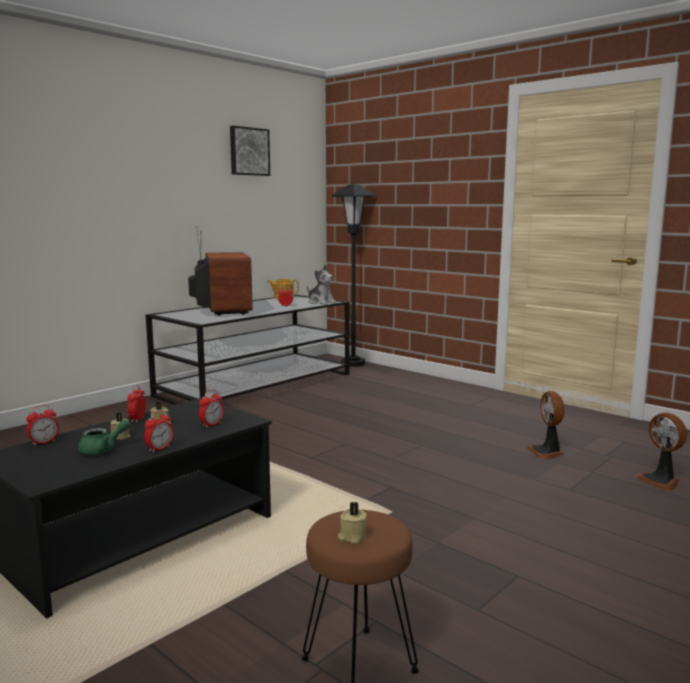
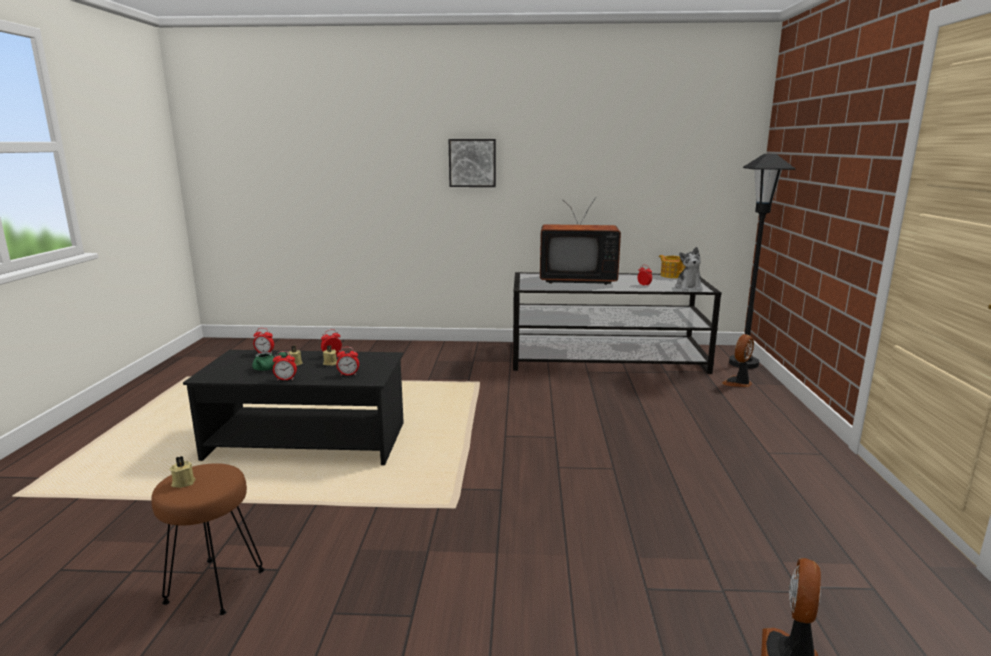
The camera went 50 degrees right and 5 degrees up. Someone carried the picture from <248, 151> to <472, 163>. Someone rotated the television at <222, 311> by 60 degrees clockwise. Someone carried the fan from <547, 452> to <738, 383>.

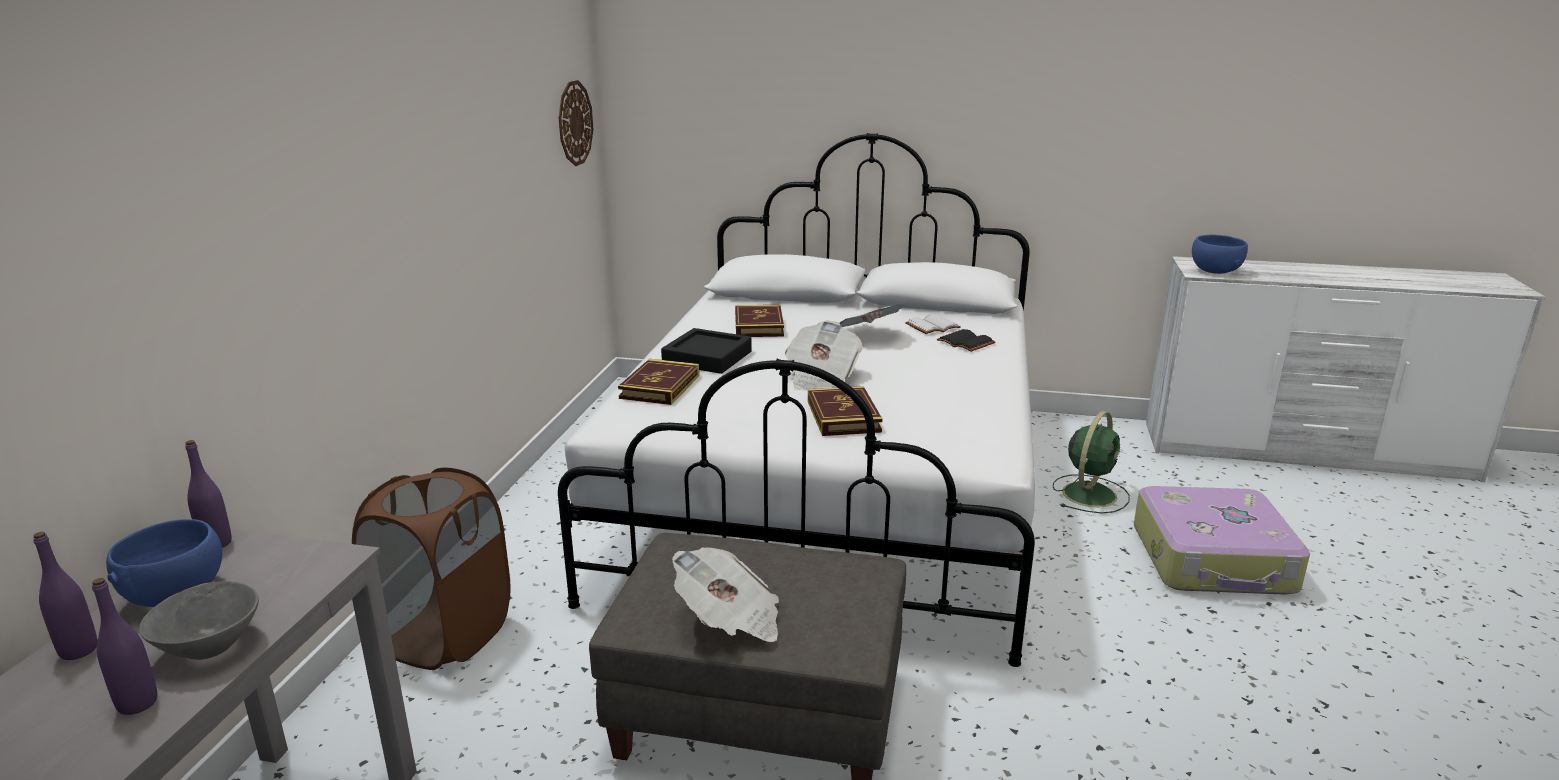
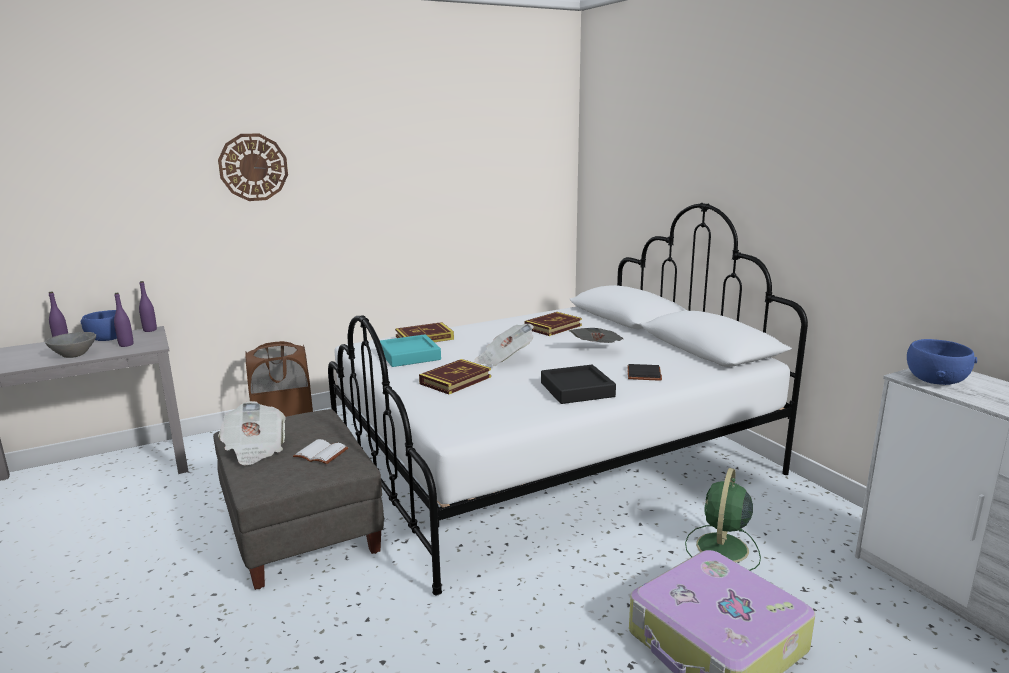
The camera went 50 degrees right and 5 degrees down. Someone carried the wall clock from <574, 123> to <253, 167>. Someone carried the white book from <932, 327> to <319, 454>. Someone carried the black tray from <707, 357> to <577, 390>. Someone rotated the green fan at <1090, 493> by 120 degrees clockwise. Someone carried the purple bottle from <137, 703> to <126, 345>. Someone put down the turquoise tray at <409, 356>.

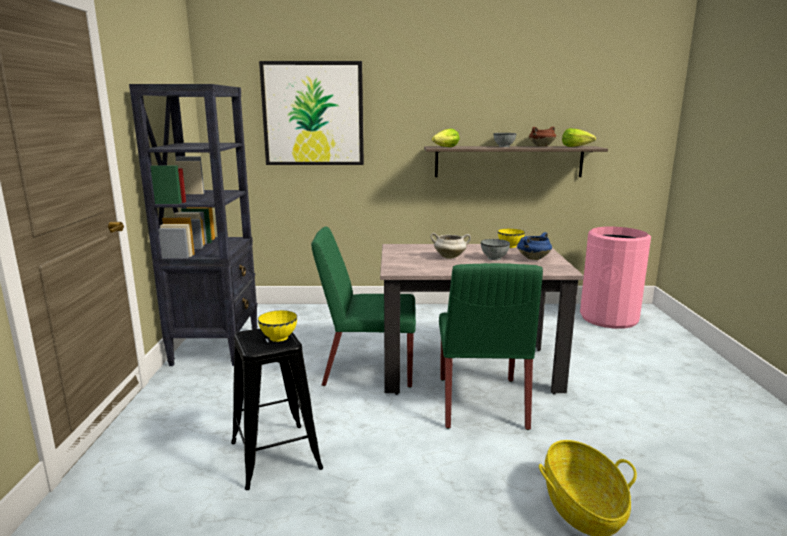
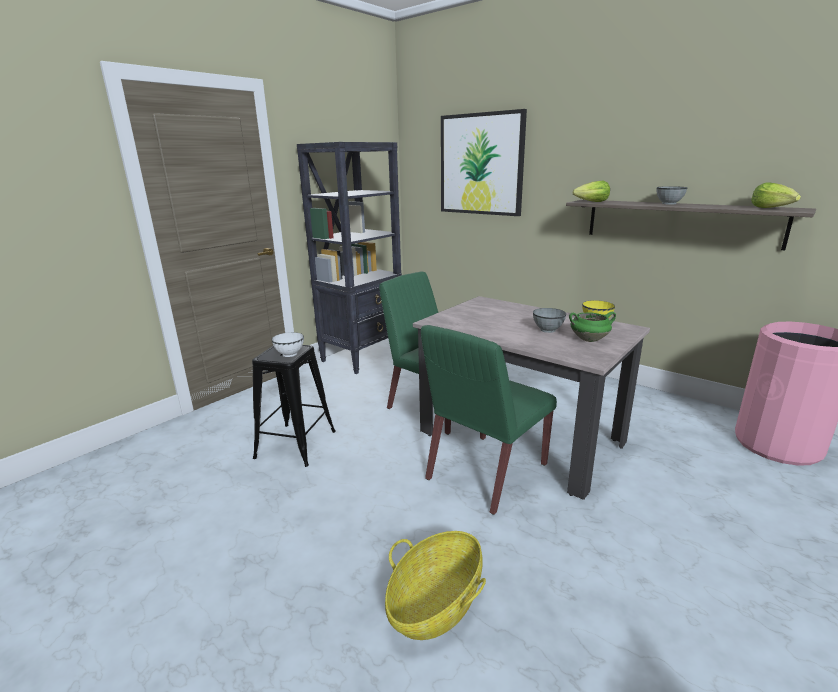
The camera went 40 degrees right and 5 degrees up. Someone took away the brown cooking pot at <541, 146>. Someone repainted the blue cooking pot at <533, 258>, which became the green cooking pot at <589, 339>. Someone took away the white cooking pot at <450, 257>. Someone repainted the yellow bowl at <279, 338>, which became the white bowl at <290, 354>.

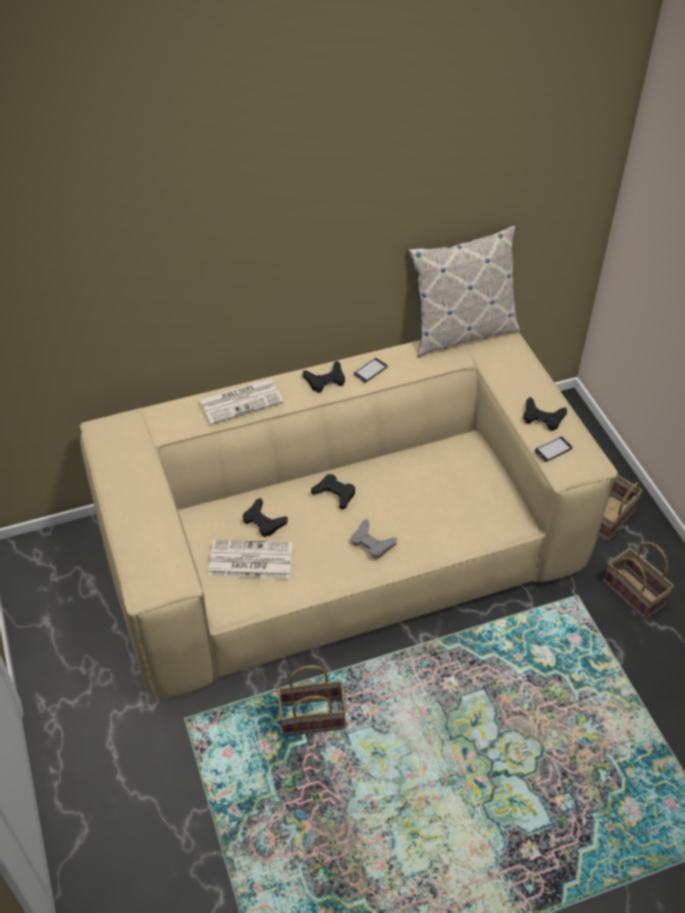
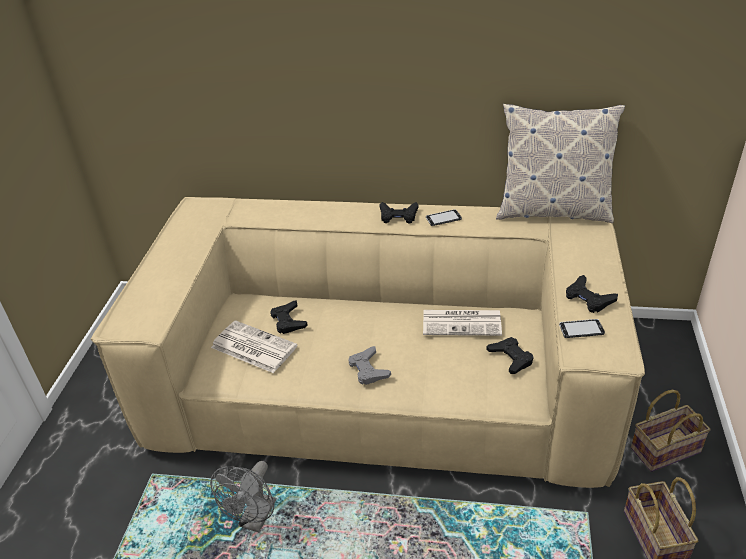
The camera went 30 degrees right and 10 degrees down. Someone carried the newspaper from <241, 401> to <462, 322>. Someone carried the black game controller from <334, 494> to <510, 358>. Someone swapped the basket at <313, 716> for the grey fan at <255, 520>.

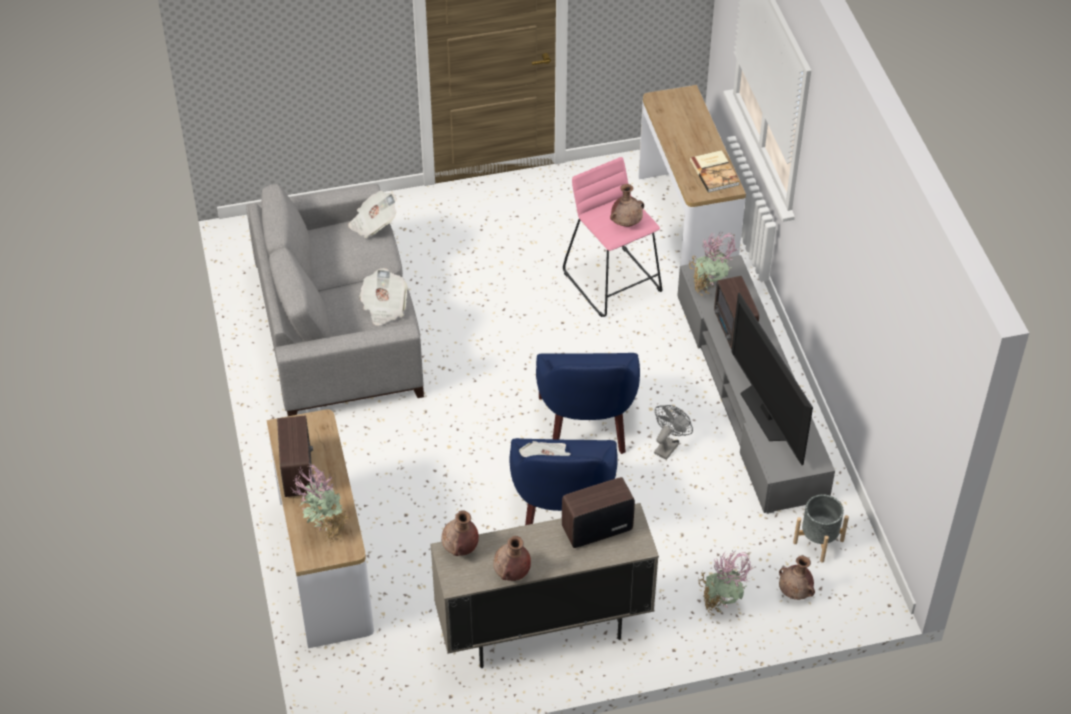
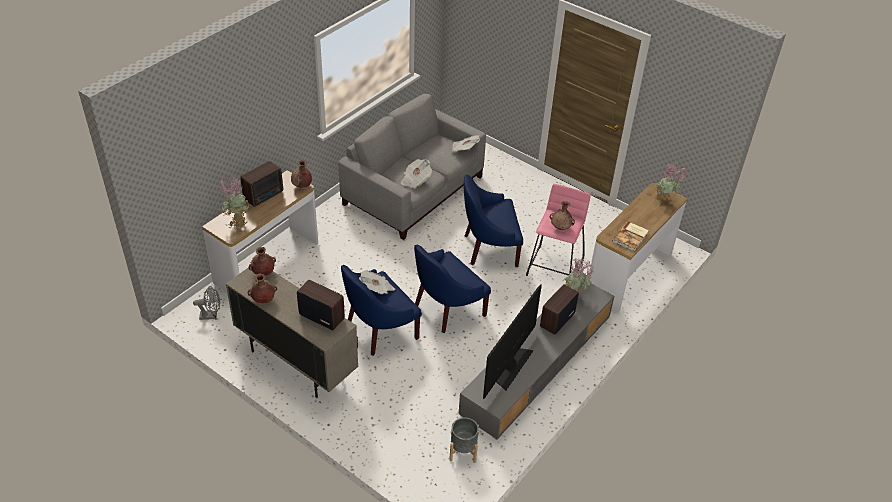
The camera went 50 degrees right and 5 degrees down. Someone carried the grey fan from <668, 445> to <211, 315>. Someone carried the potted plant from <722, 605> to <665, 202>. Someone carried the brown vase from <795, 593> to <302, 186>. Someone put down the blue armchair at <489, 248>.

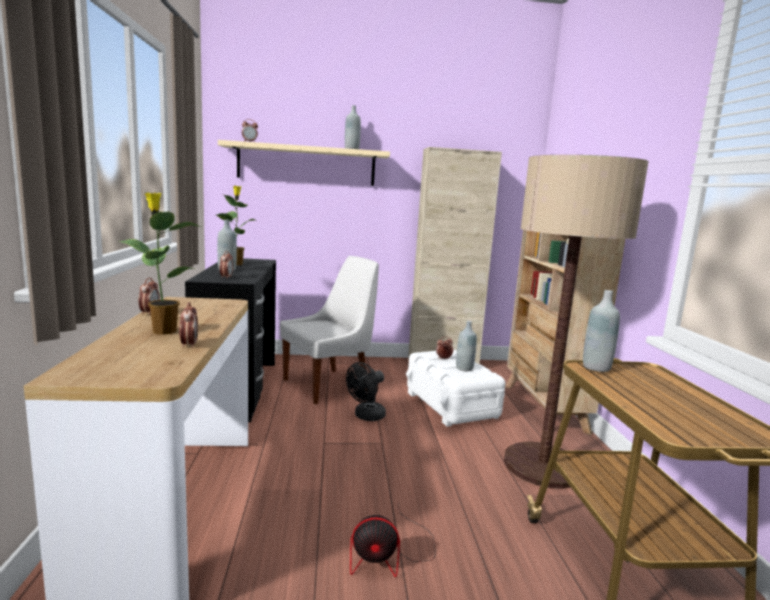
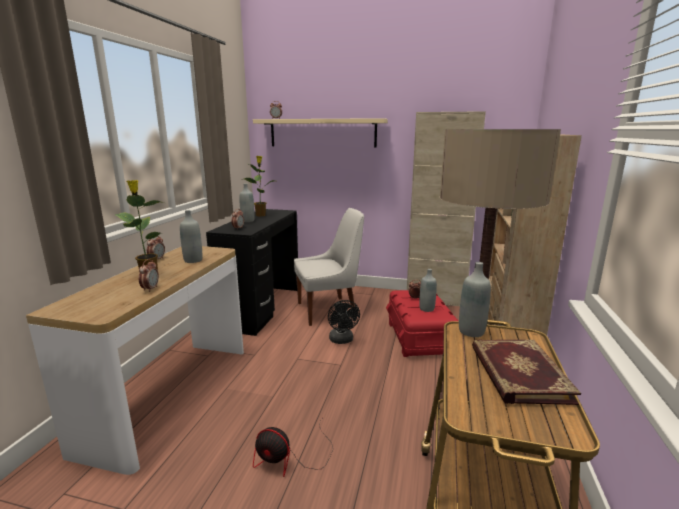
The camera went 20 degrees right and 5 degrees up. Someone carried the grey bottle from <351, 149> to <193, 260>. Someone repainted the white storage box at <451, 405>, which became the red storage box at <420, 337>. Someone rotated the black fan at <366, 416> by 75 degrees counterclockwise. Someone put down the book at <517, 373>.

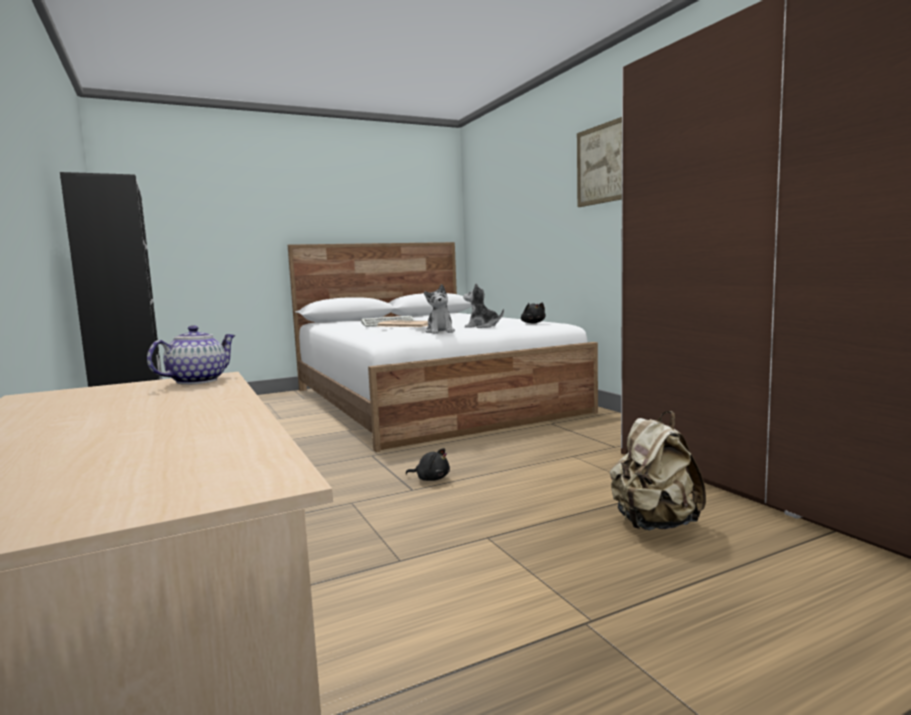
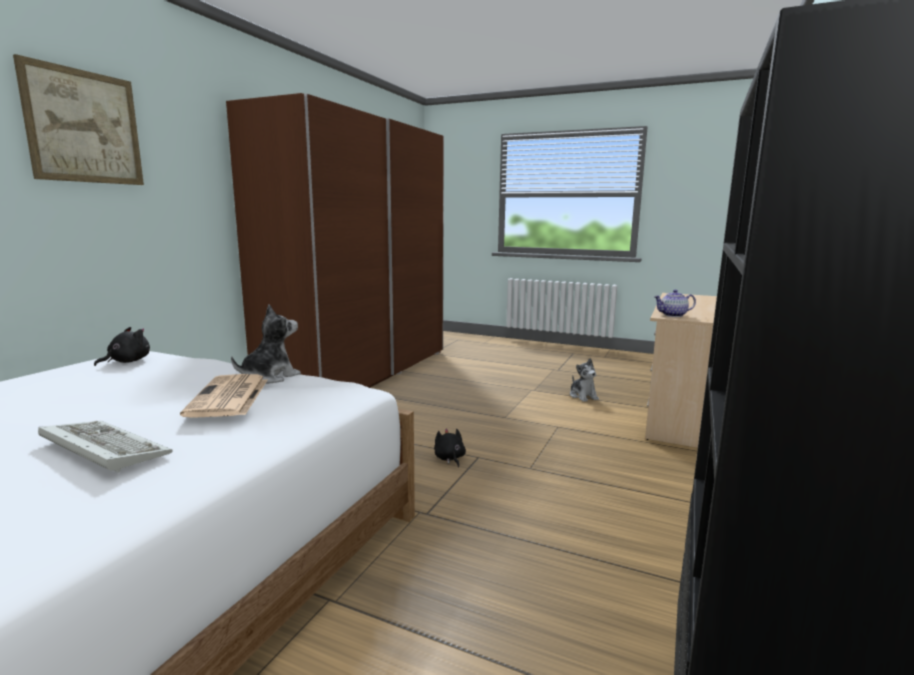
The camera went 130 degrees left and 5 degrees up. Someone carried the plush toy from <482, 326> to <583, 396>. Someone took away the beige backpack at <654, 524>.

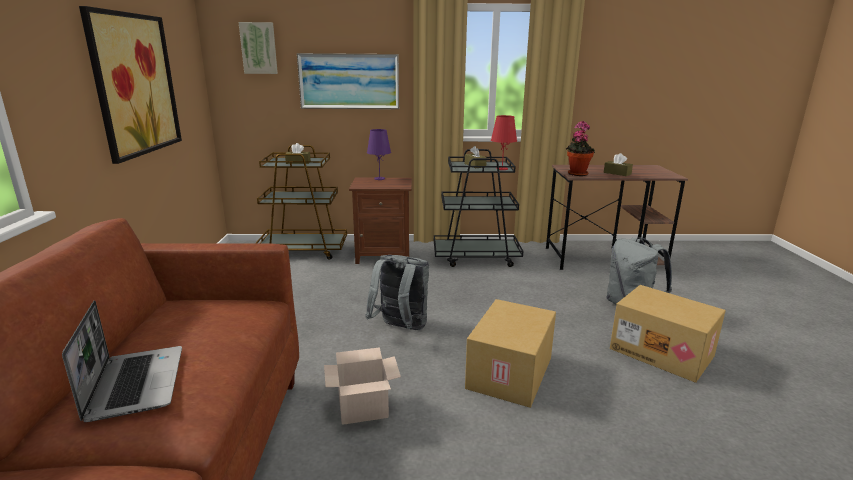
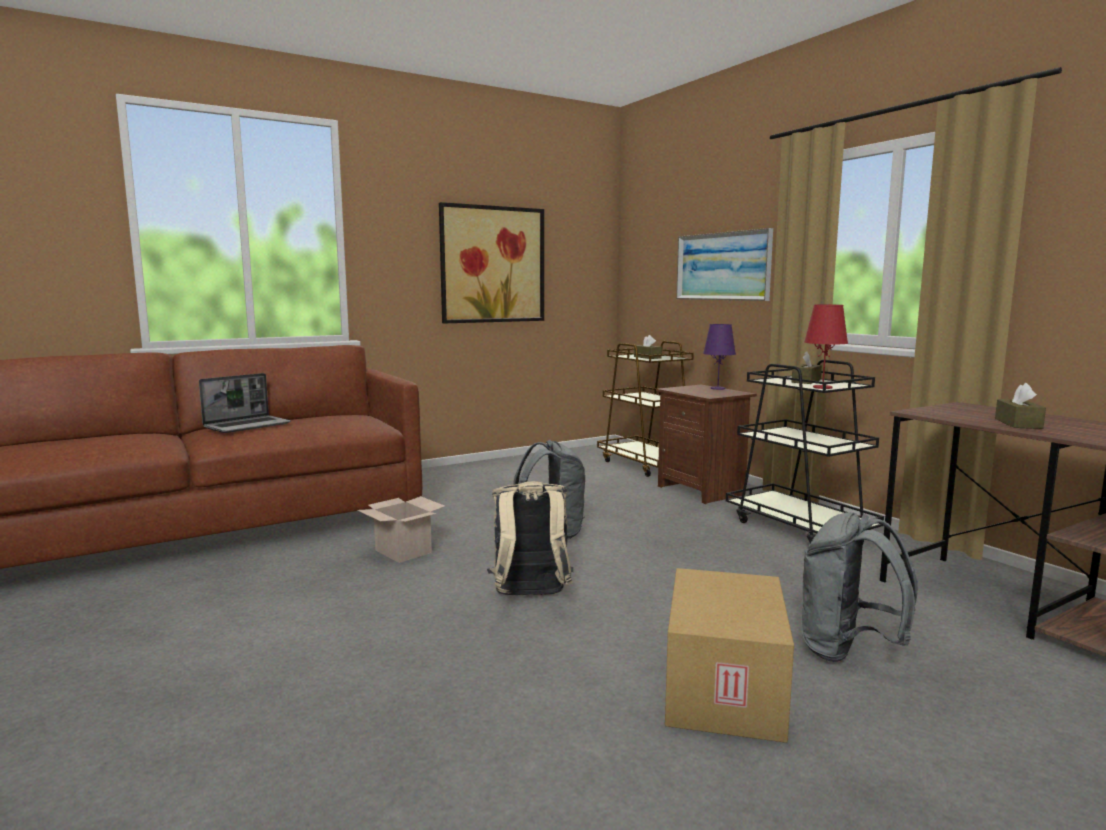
The camera went 60 degrees right and 10 degrees down. Someone took away the picture at <259, 48>. Someone took away the potted plant at <577, 173>. Someone swapped the cardboard box at <511, 373> for the beige backpack at <530, 597>.

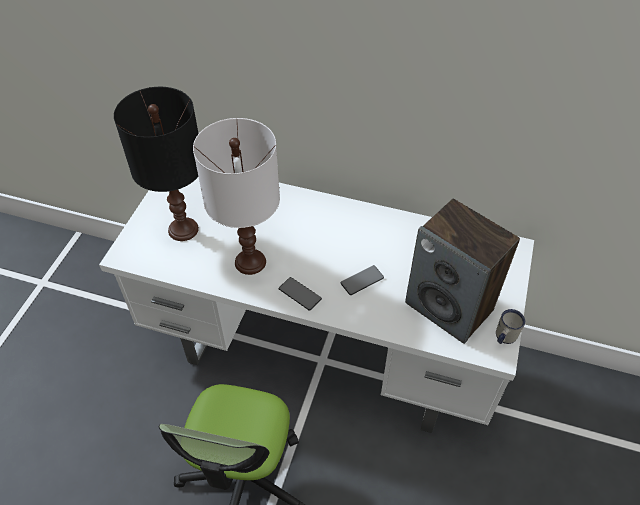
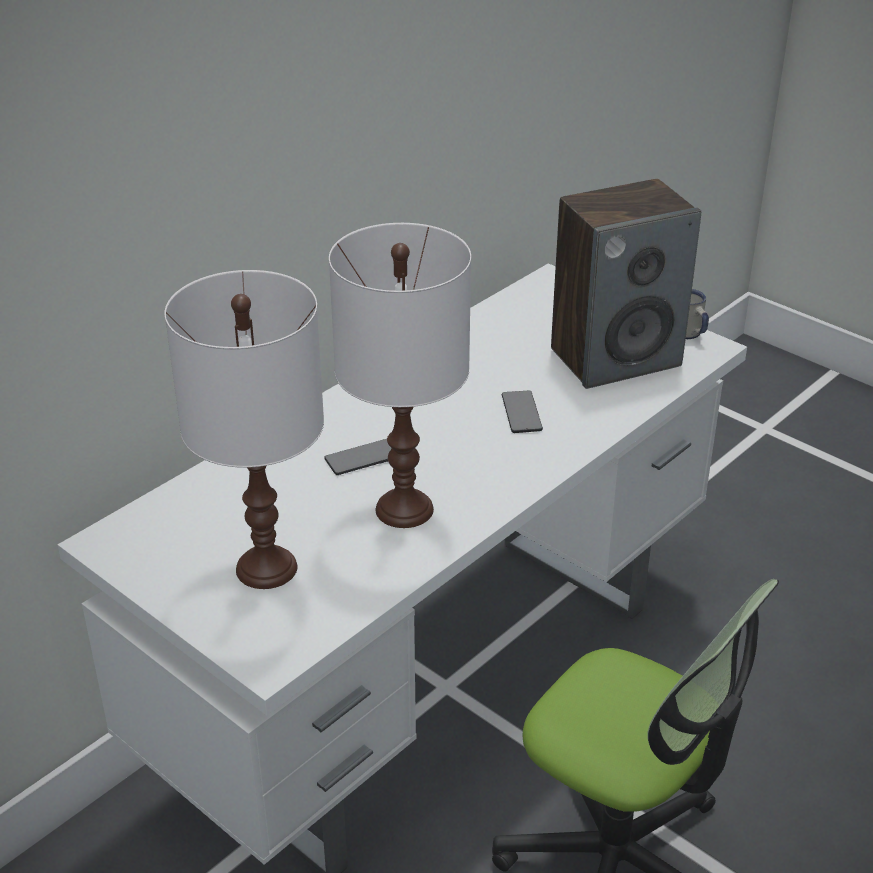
The camera went 65 degrees left and 15 degrees down. Someone repainted the black table lamp at <183, 230>, which became the white table lamp at <267, 568>. Someone carried the phone from <299, 294> to <362, 458>.

